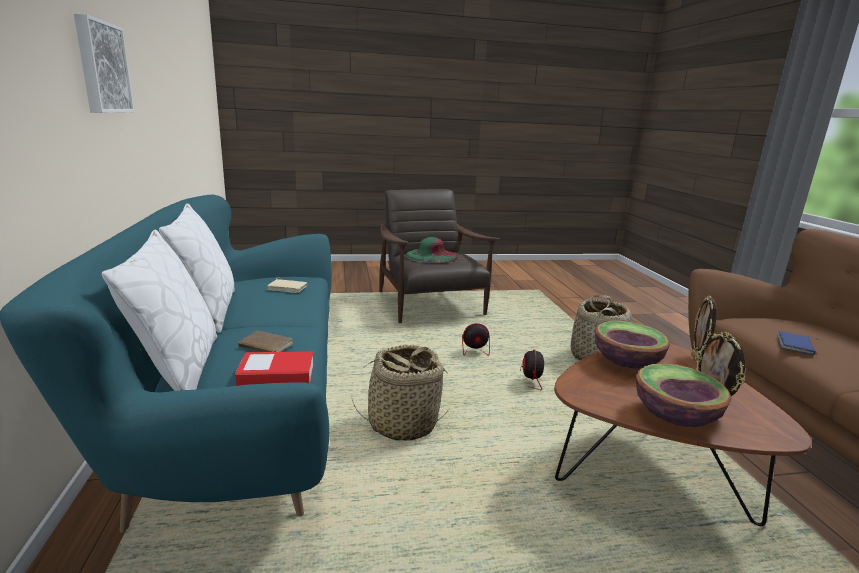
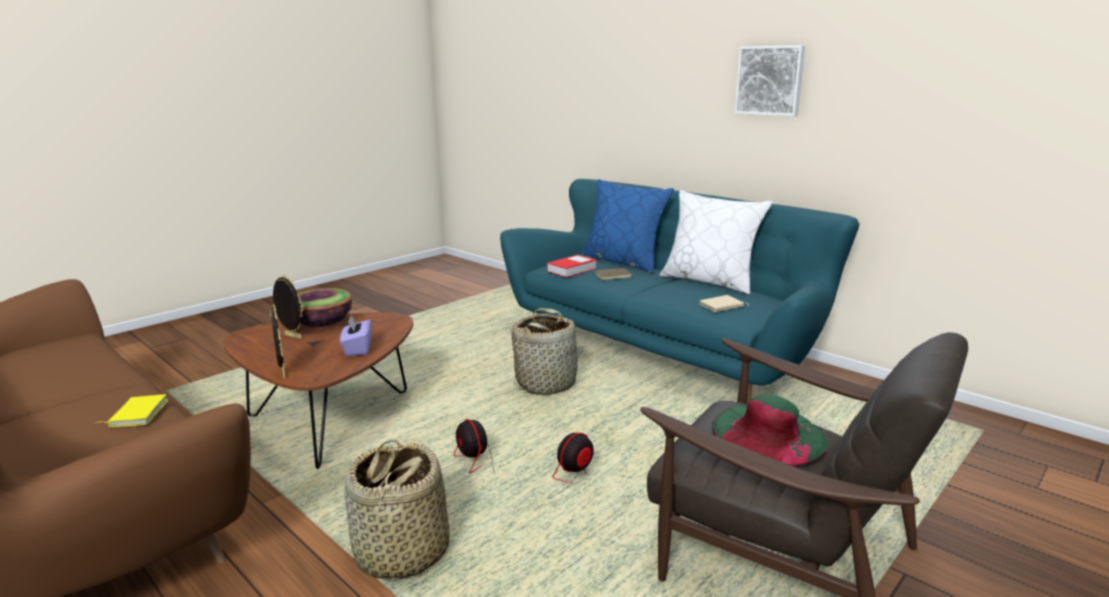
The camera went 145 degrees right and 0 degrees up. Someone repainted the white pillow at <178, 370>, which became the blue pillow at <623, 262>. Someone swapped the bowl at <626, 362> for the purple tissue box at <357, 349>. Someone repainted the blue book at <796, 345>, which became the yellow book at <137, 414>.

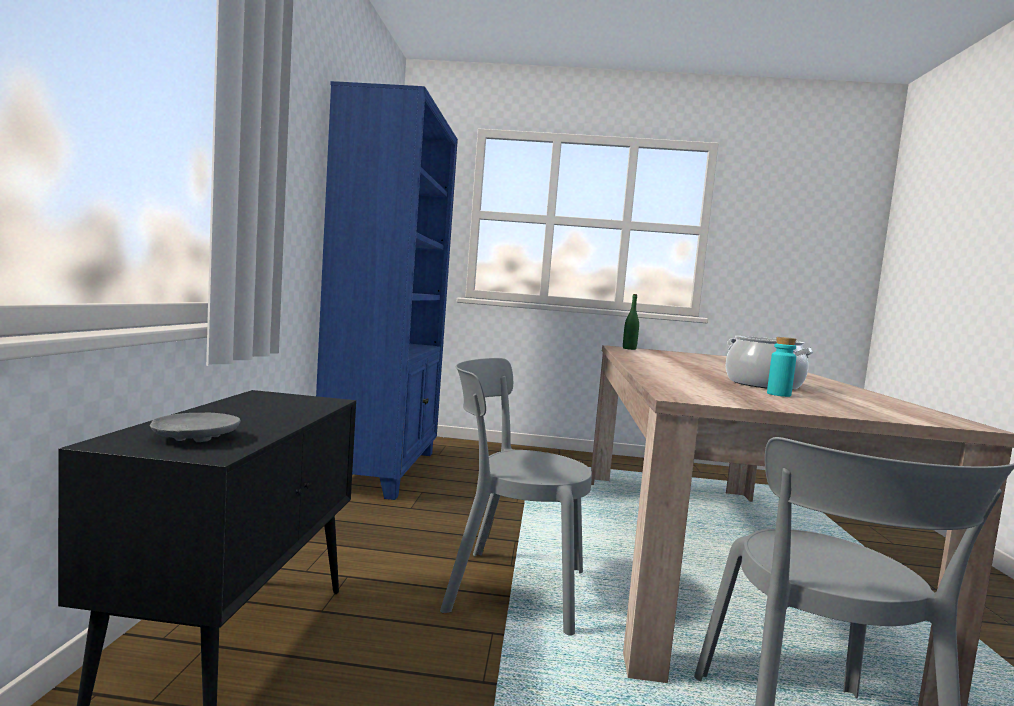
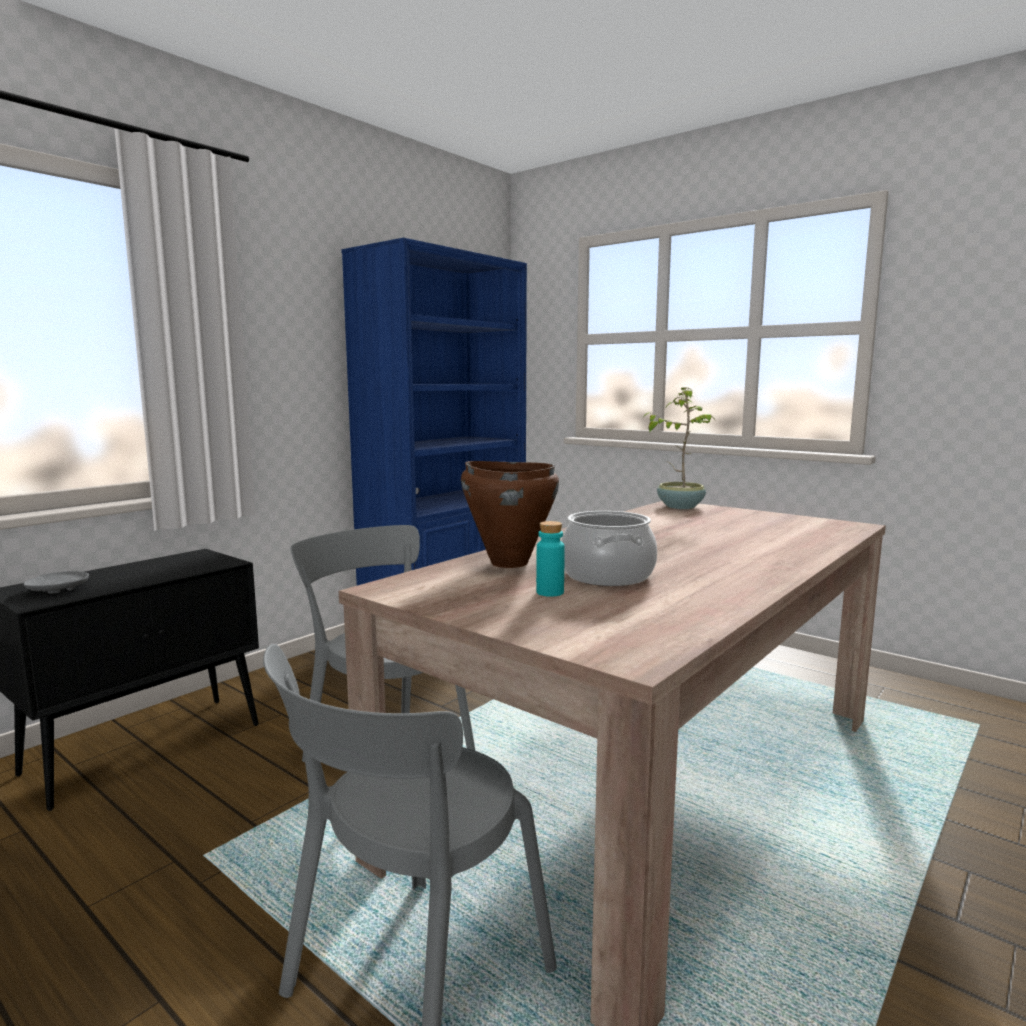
The camera went 35 degrees right and 5 degrees up. Someone swapped the green bottle at <629, 349> for the potted plant at <680, 506>. Someone put down the brown cooking pot at <508, 563>.

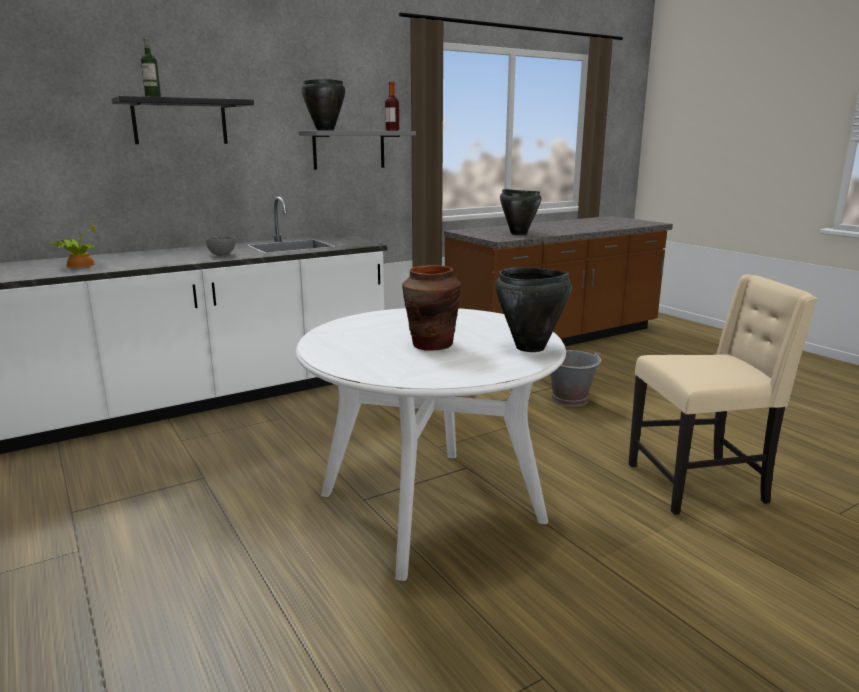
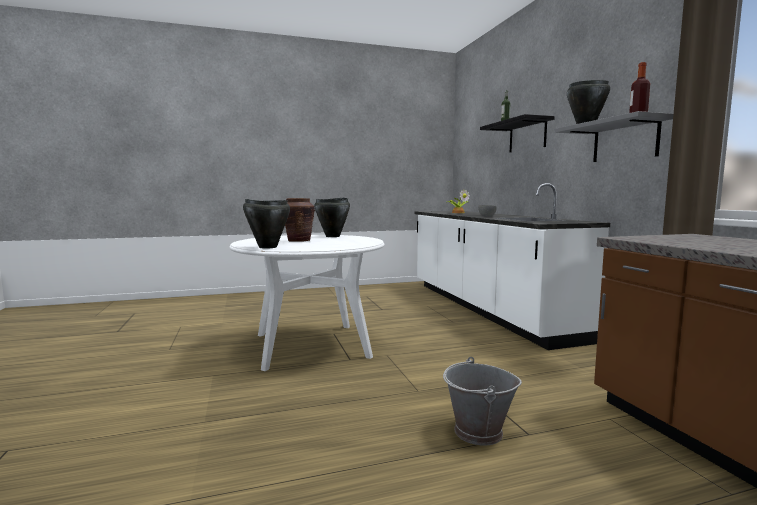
The camera went 105 degrees right and 10 degrees down. Someone carried the black cooking pot from <518, 233> to <333, 236>. Someone took away the beige chair at <699, 484>.

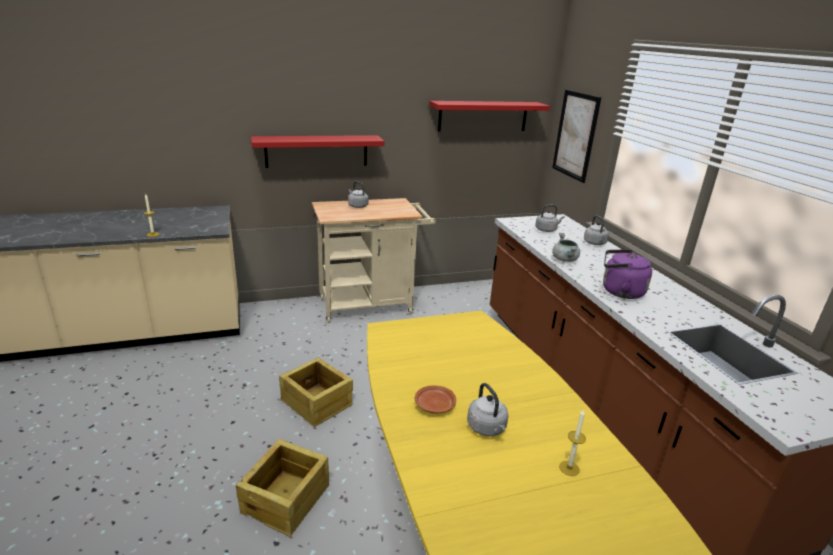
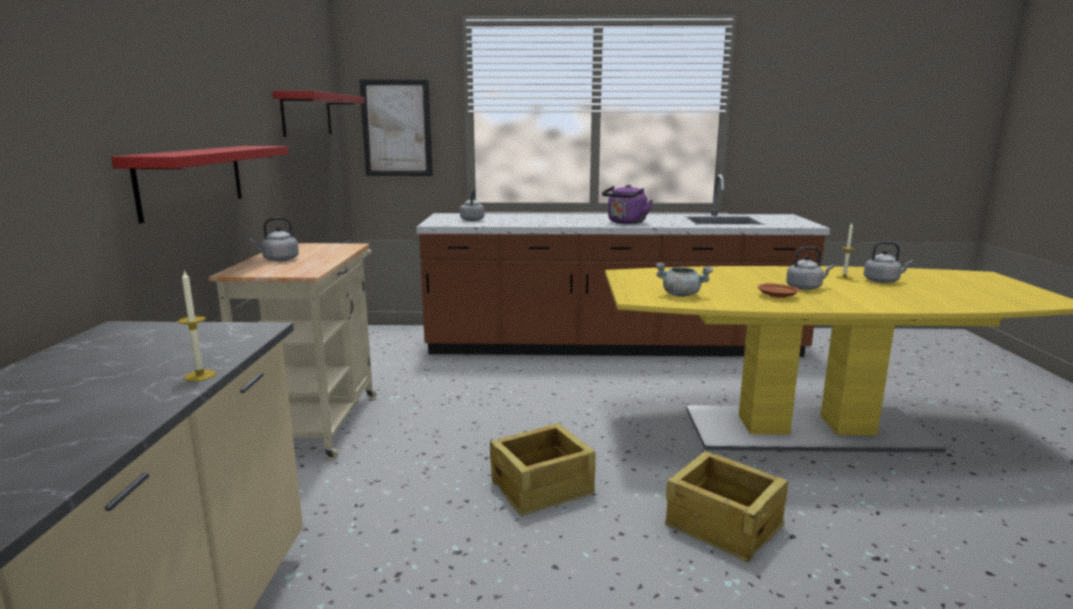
The camera went 70 degrees left and 10 degrees down. Someone carried the grey kettle from <595, 243> to <883, 281>. Someone carried the grey cooking pot from <565, 260> to <681, 295>.

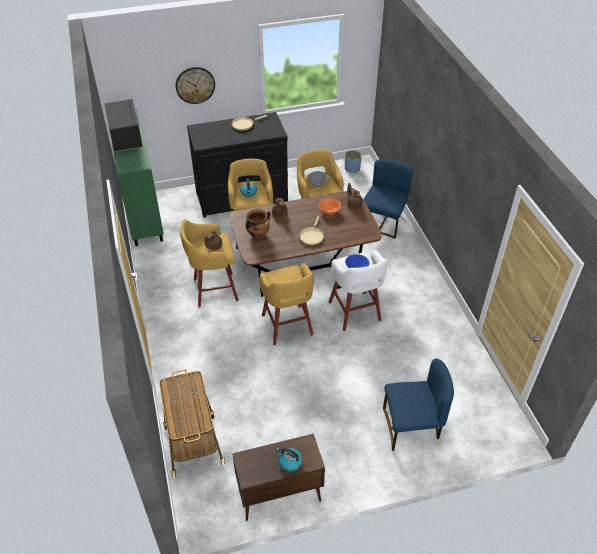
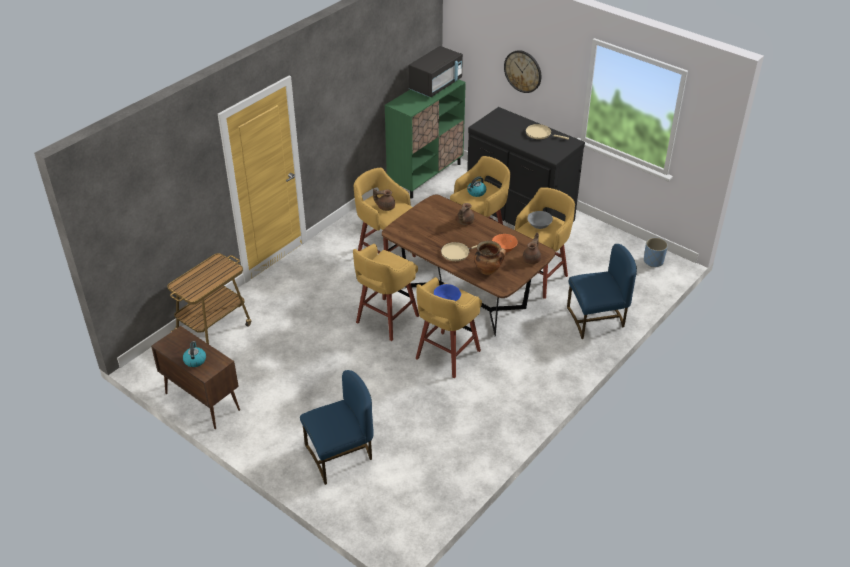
The camera went 55 degrees right and 5 degrees down. Someone carried the cooking pot from <258, 234> to <488, 270>. Someone repainted the white stool at <355, 312>, which became the yellow stool at <446, 356>. Someone rotated the blue chair at <411, 427> by 75 degrees counterclockwise.

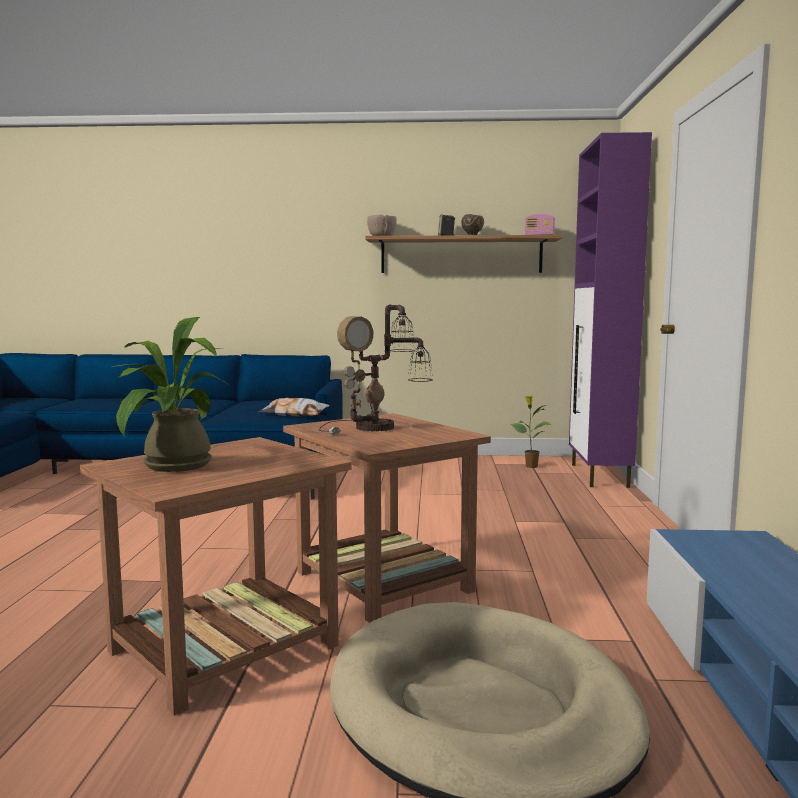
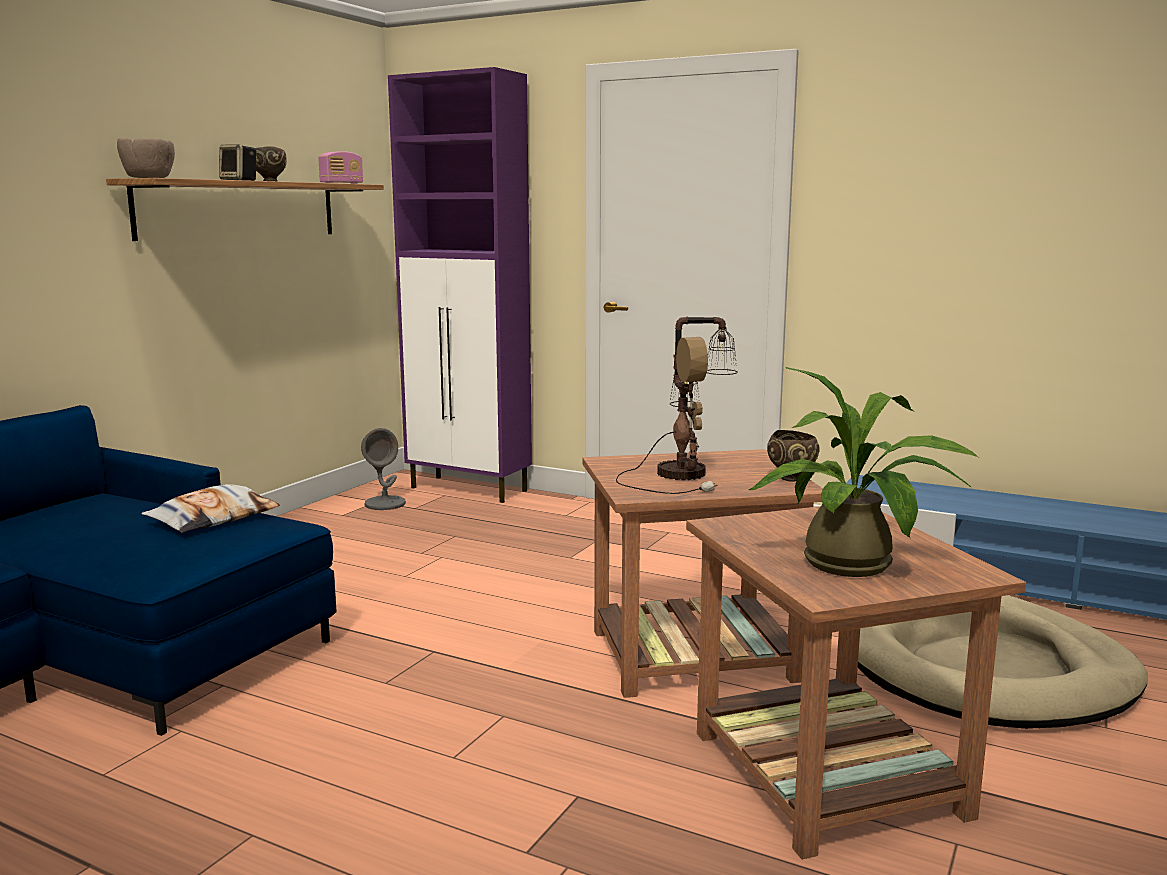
The camera went 65 degrees left and 5 degrees up. Someone swapped the potted plant at <530, 466> for the grey table lamp at <385, 504>. Someone put down the brown bowl at <792, 479>.

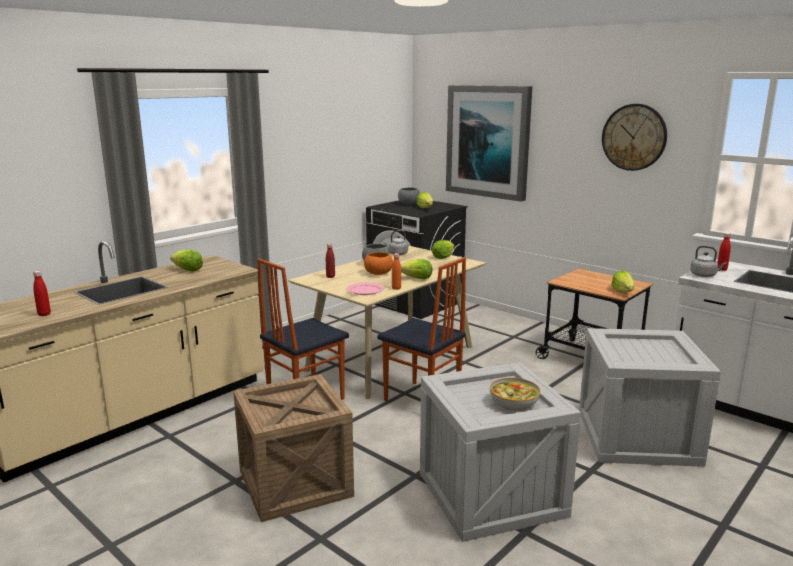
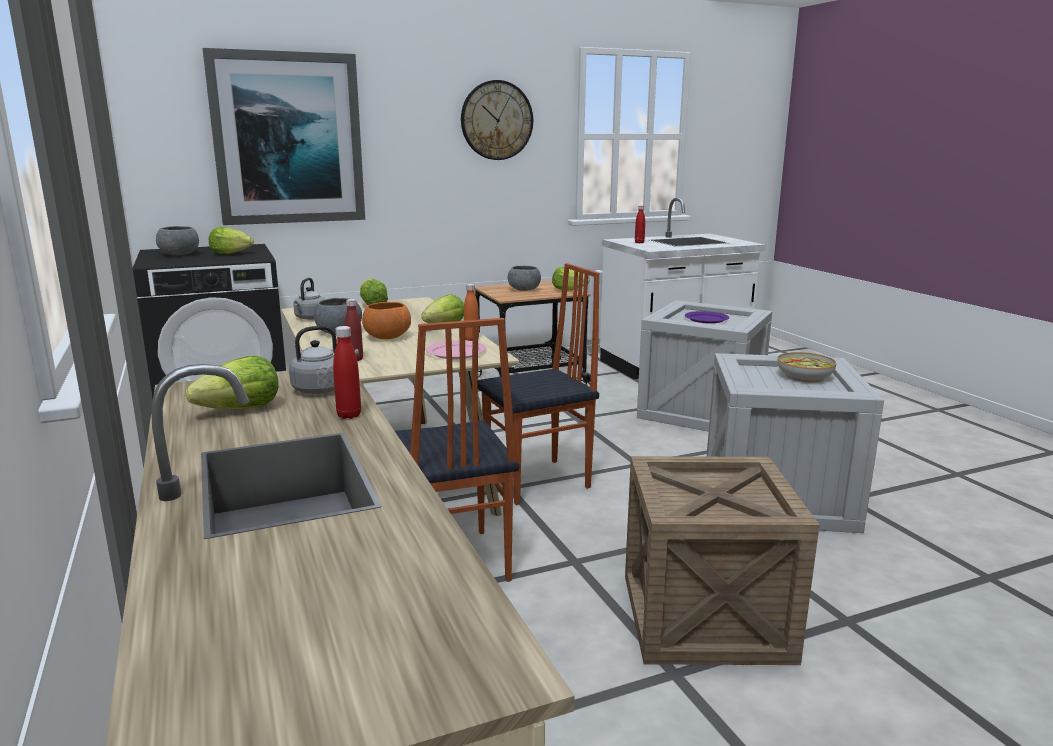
The camera went 65 degrees left and 0 degrees up. Someone carried the grey kettle from <704, 275> to <322, 389>. Someone carried the red bottle from <44, 314> to <349, 415>. Someone put down the grey bowl at <524, 290>. Someone put down the purple plate at <706, 319>.

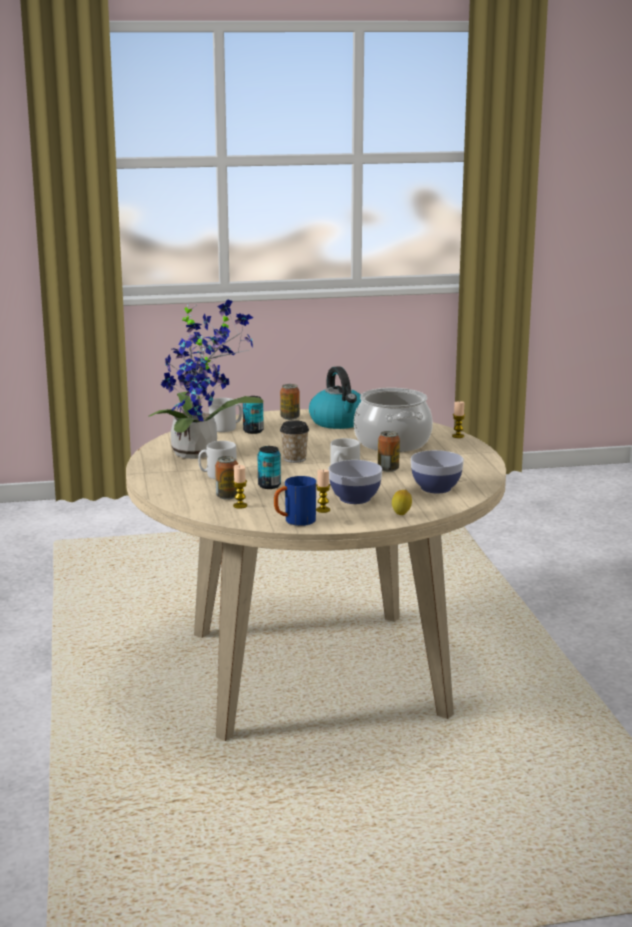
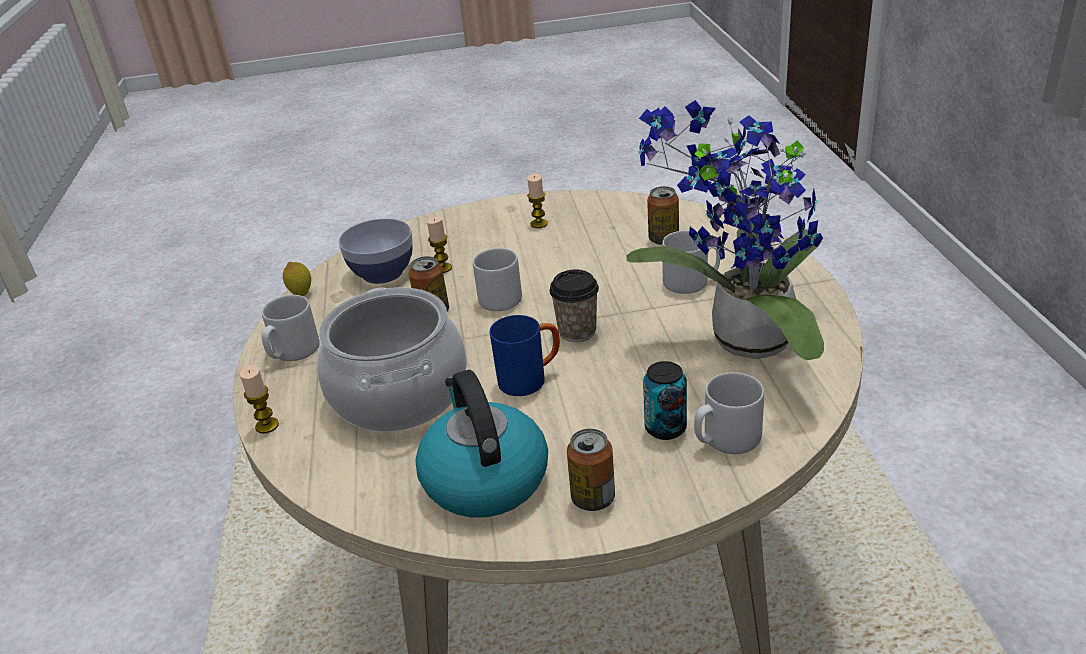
The camera went 175 degrees left and 15 degrees up. Someone took away the can at <269, 485>. Someone took away the bowl at <355, 498>. Someone carried the candle from <240, 506> to <442, 268>. Someone carried the blue mug from <294, 522> to <530, 379>. Someone carried the lemon from <401, 515> to <301, 294>. Someone put down the grey mug at <292, 352>.

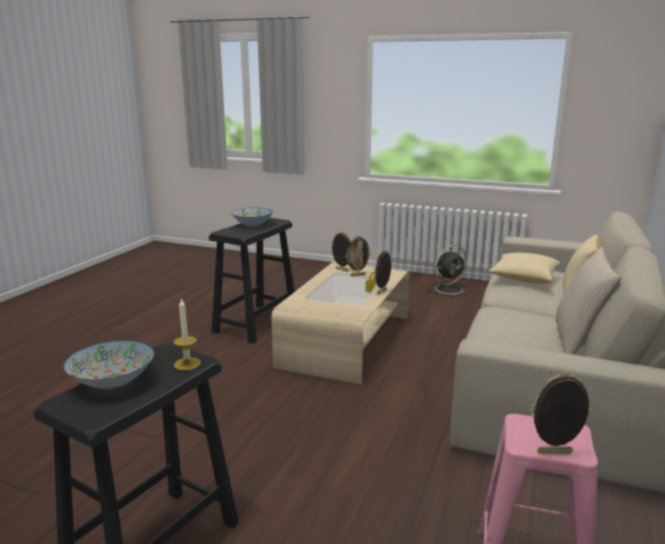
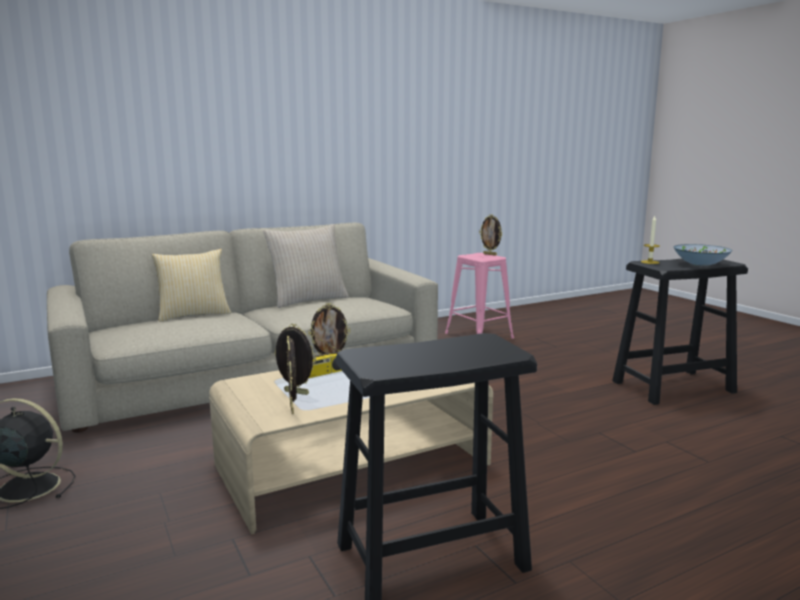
The camera went 140 degrees left and 5 degrees down. Someone took away the bowl at <252, 224>. Someone took away the pillow at <524, 279>.

